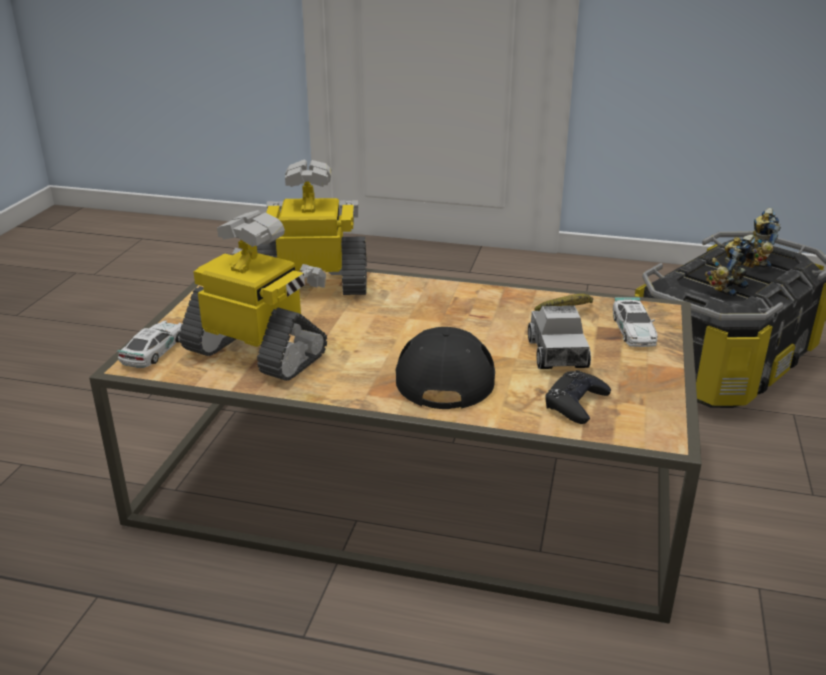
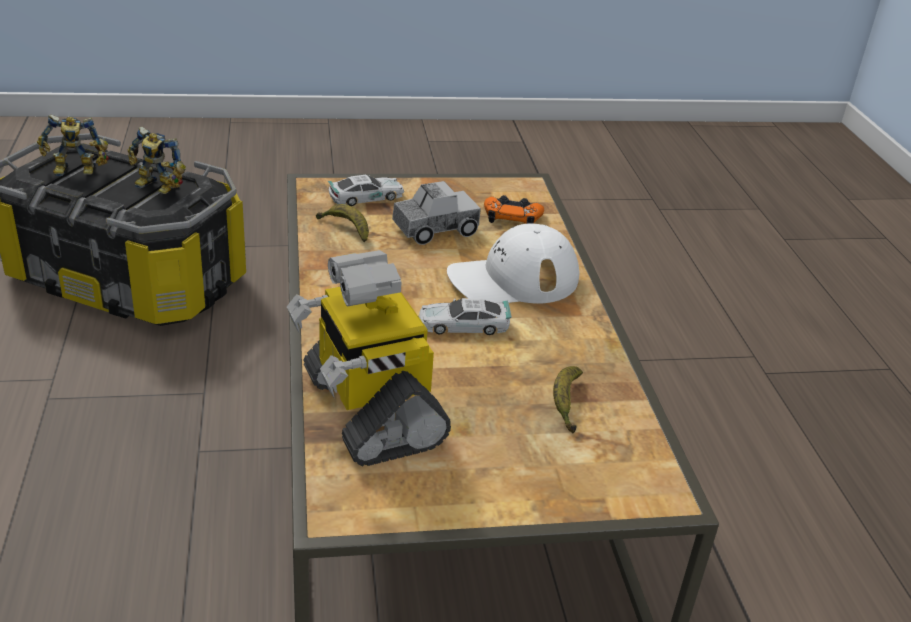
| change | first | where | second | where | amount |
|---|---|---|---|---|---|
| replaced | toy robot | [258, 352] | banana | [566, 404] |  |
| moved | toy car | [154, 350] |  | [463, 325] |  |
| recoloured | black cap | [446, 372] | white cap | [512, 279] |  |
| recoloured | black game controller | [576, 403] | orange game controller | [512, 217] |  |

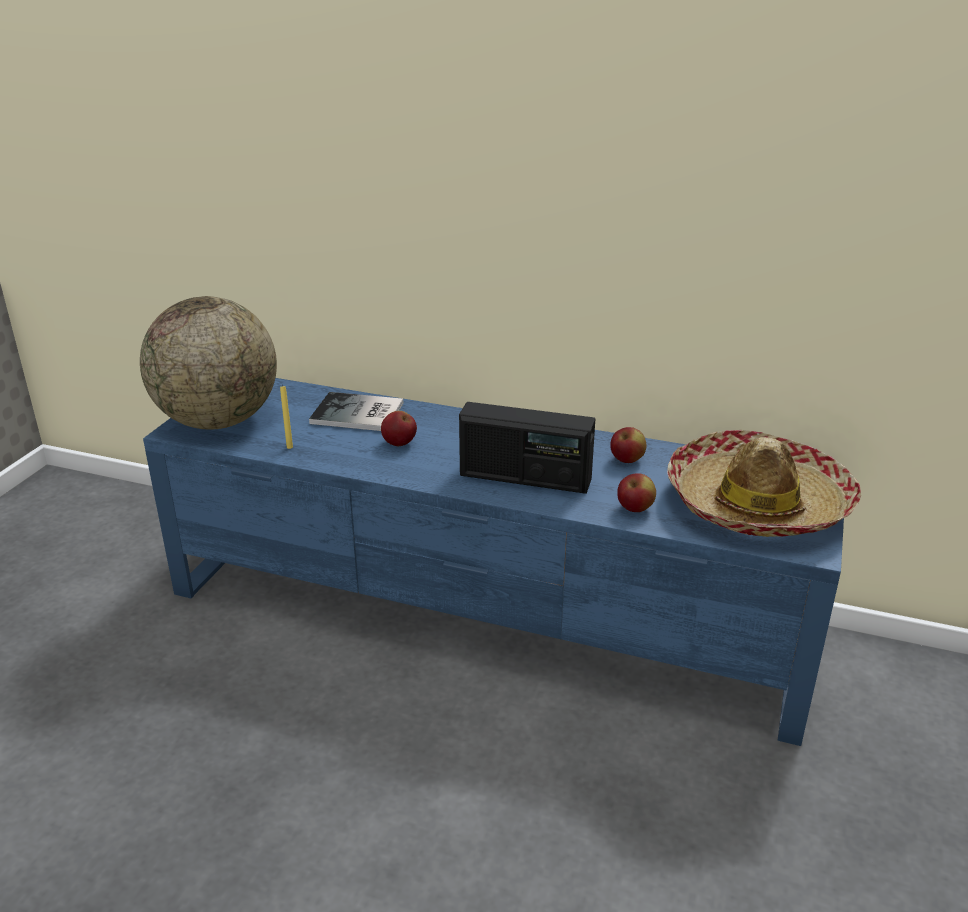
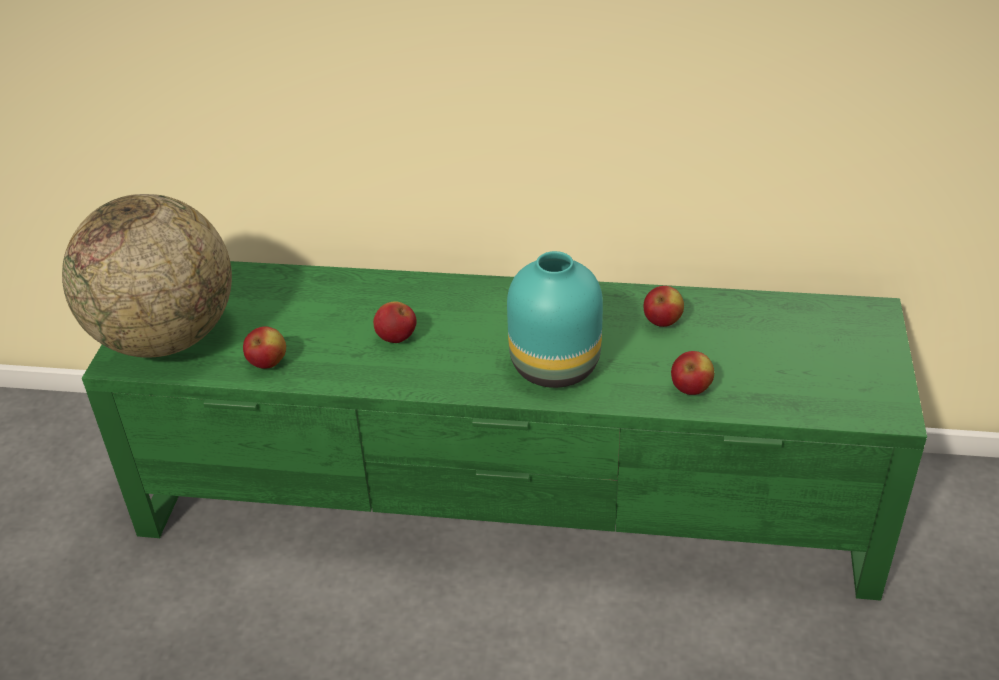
| change | first | where | second | where | amount |
|---|---|---|---|---|---|
| recoloured | blue tv stand | [487, 614] | green tv stand | [510, 498] |  |
| replaced | yellow candle | [289, 447] | apple | [268, 363] |  |
| removed | book | [359, 414] |  |  |  |
| replaced | radio | [525, 478] | turquoise vase | [556, 365] |  |
| removed | hat | [758, 504] |  |  |  |

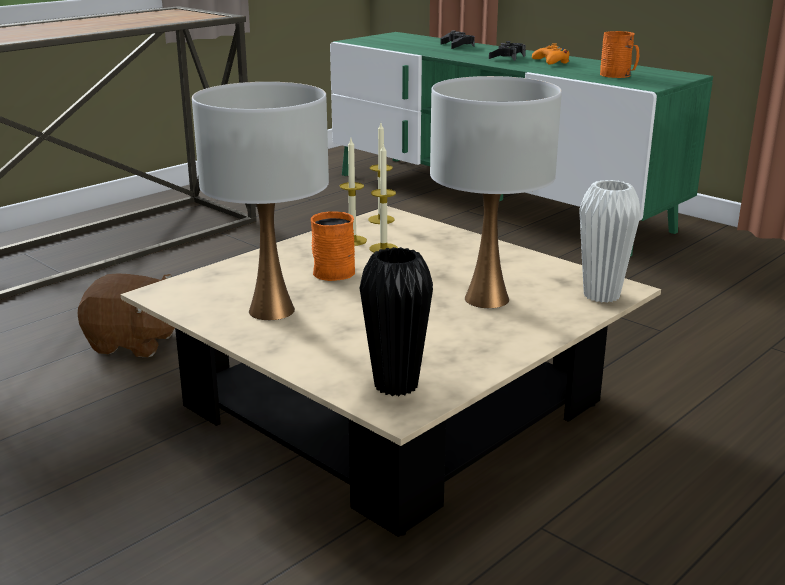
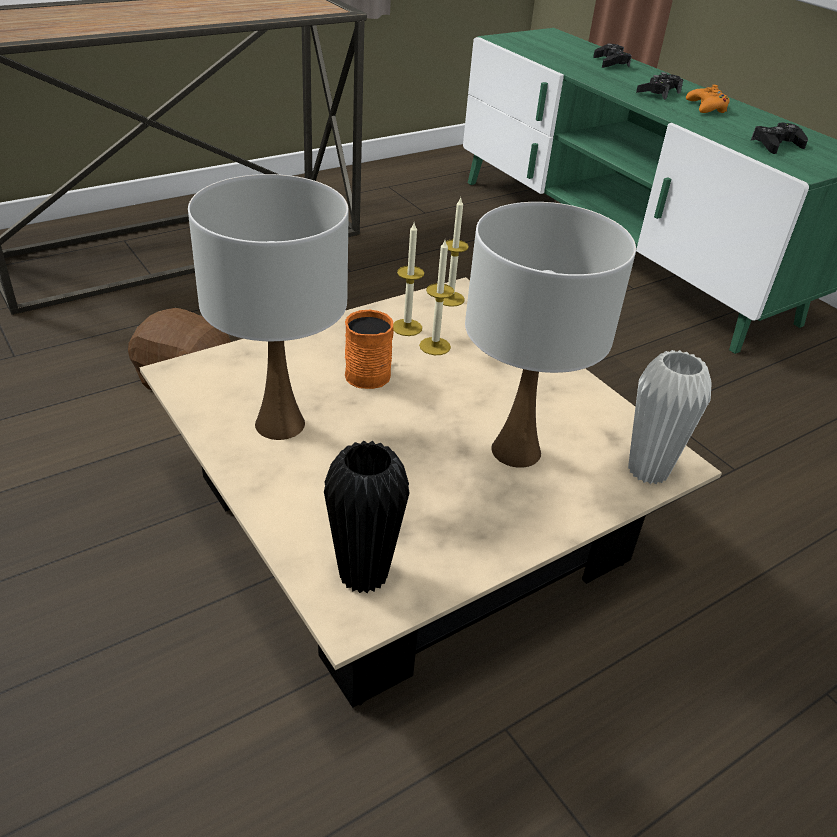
| change | first | where | second | where | amount |
|---|---|---|---|---|---|
| replaced | orange mug | [619, 75] | black game controller | [776, 145] |  |

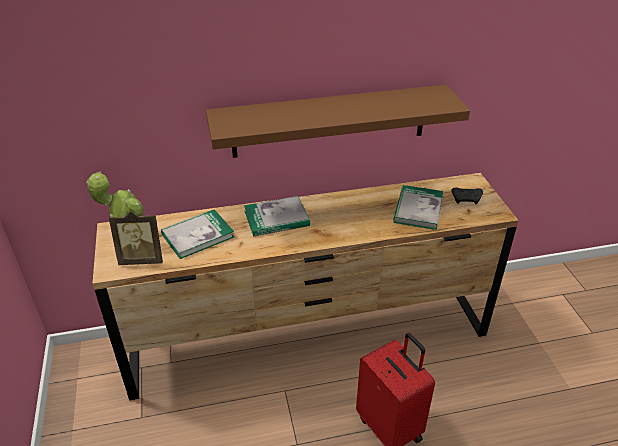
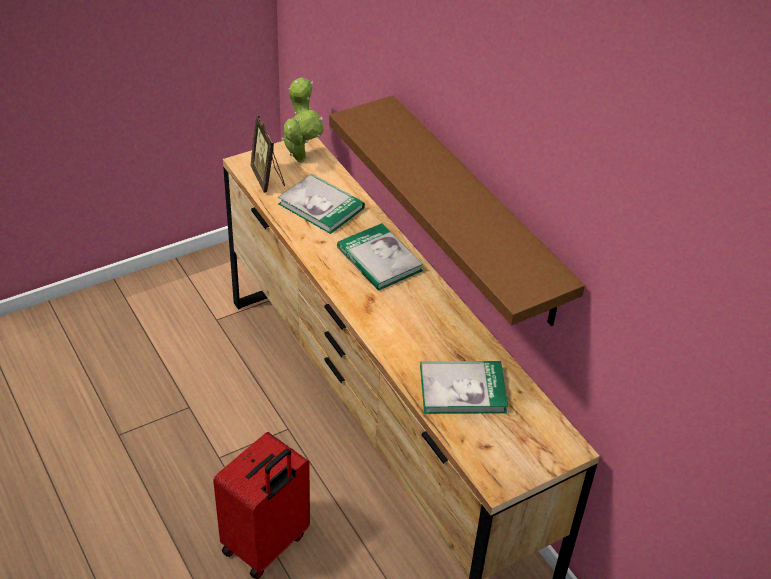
| change | first | where | second | where | amount |
|---|---|---|---|---|---|
| removed | black game controller | [466, 199] |  |  |  |

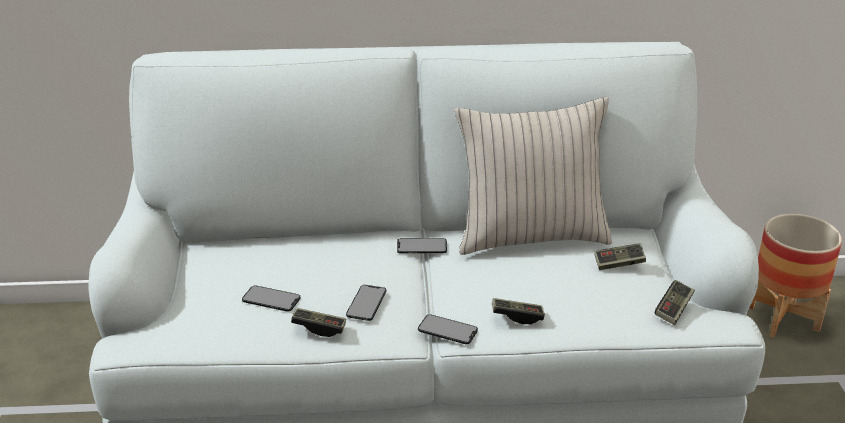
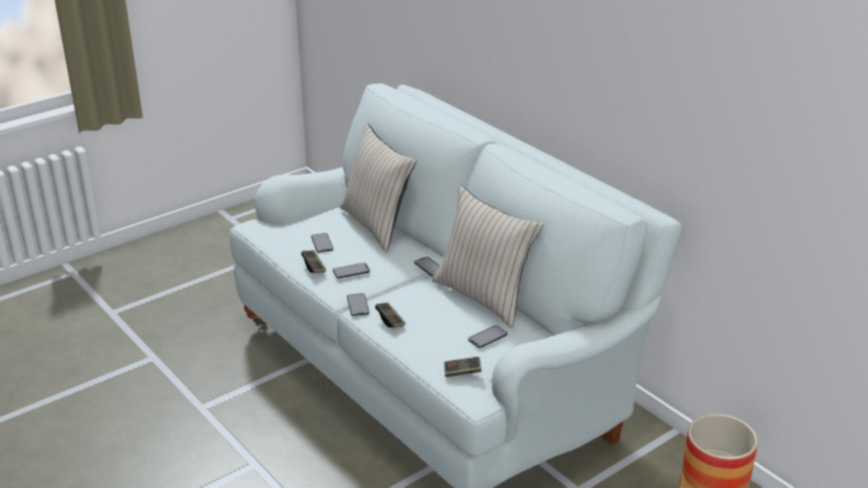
| change | first | where | second | where | amount |
|---|---|---|---|---|---|
| replaced | game controller | [619, 264] | phone | [487, 337] |  |
| added |  |  | beige pillow | [377, 225] |  |

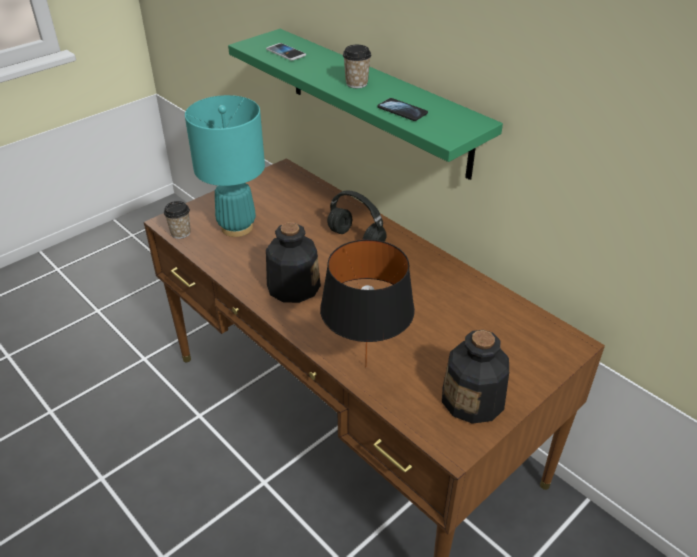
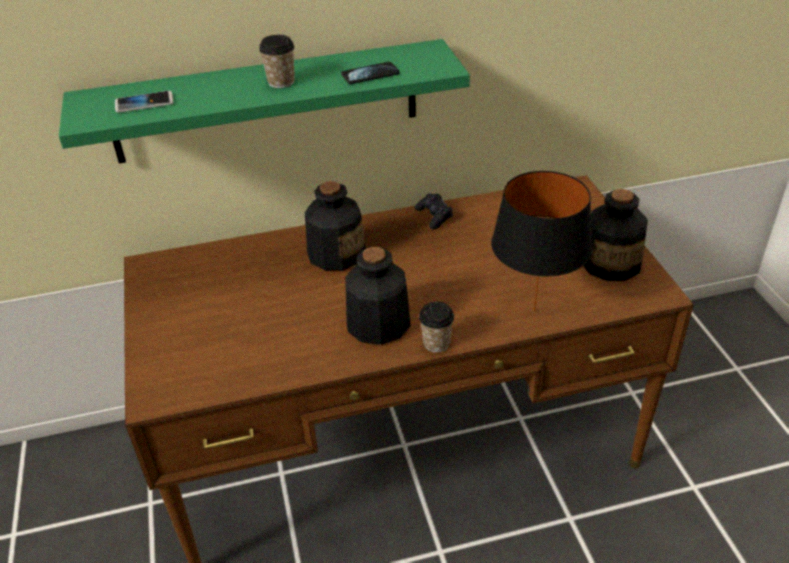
| change | first | where | second | where | amount |
|---|---|---|---|---|---|
| removed | turquoise table lamp | [237, 227] |  |  |  |
| replaced | black headphones | [357, 239] | bottle | [336, 253] |  |
| moved | cup | [180, 233] |  | [436, 343] |  |
| added |  |  | black game controller | [434, 216] |  |

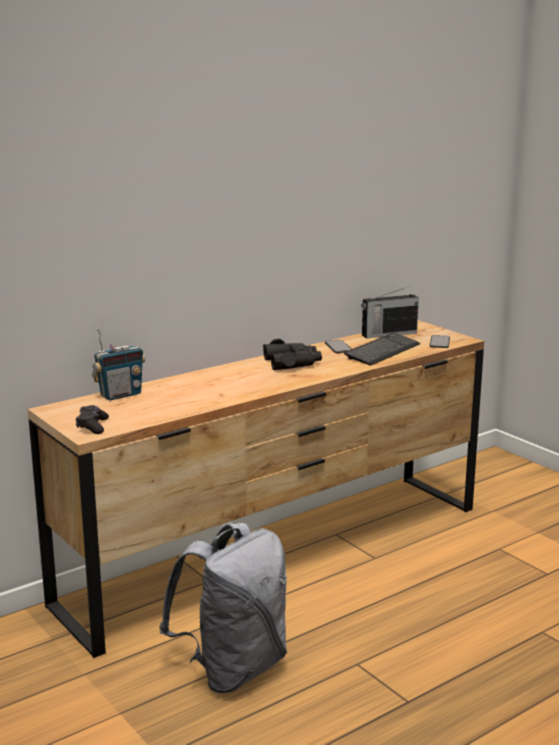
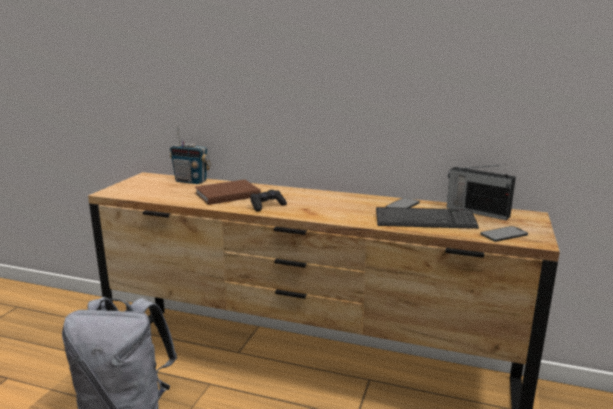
| change | first | where | second | where | amount |
|---|---|---|---|---|---|
| removed | black binoculars | [292, 362] |  |  |  |
| moved | black game controller | [92, 426] |  | [267, 206] |  |
| added |  |  | brown book | [225, 194] |  |

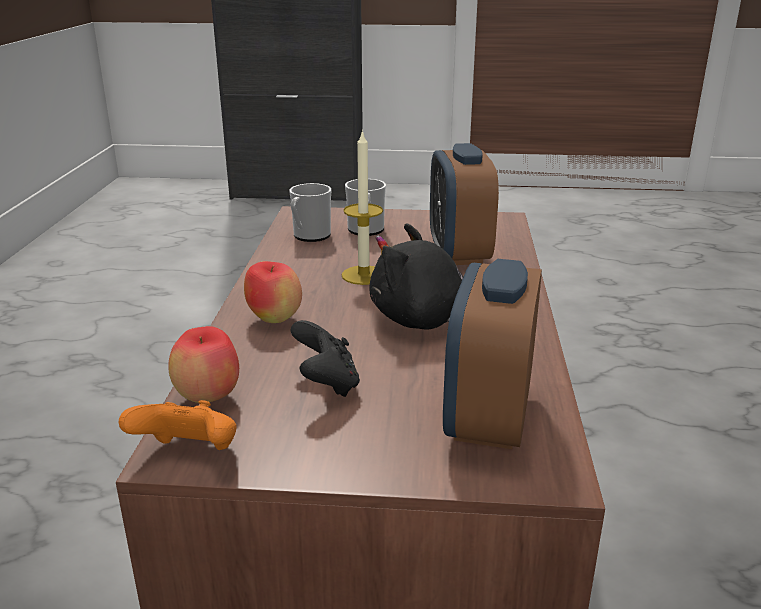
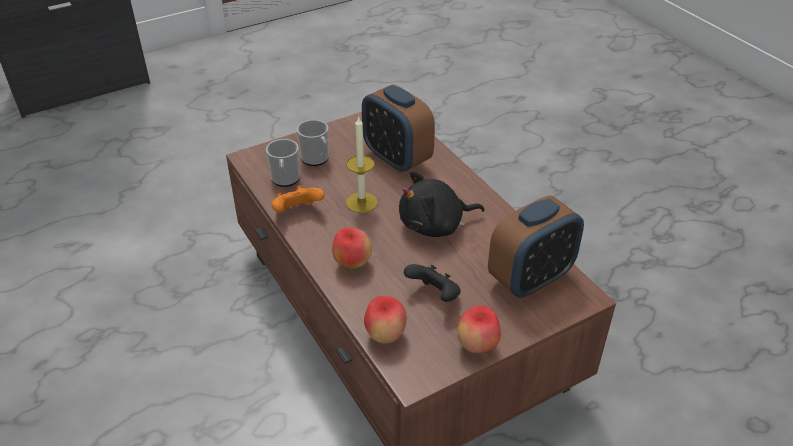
| change | first | where | second | where | amount |
|---|---|---|---|---|---|
| turned | alarm clock | [488, 419] |  | [530, 279] | 105 degrees counterclockwise |
| moved | orange game controller | [189, 454] |  | [297, 212] |  |
| added |  |  | apple | [477, 346] |  |

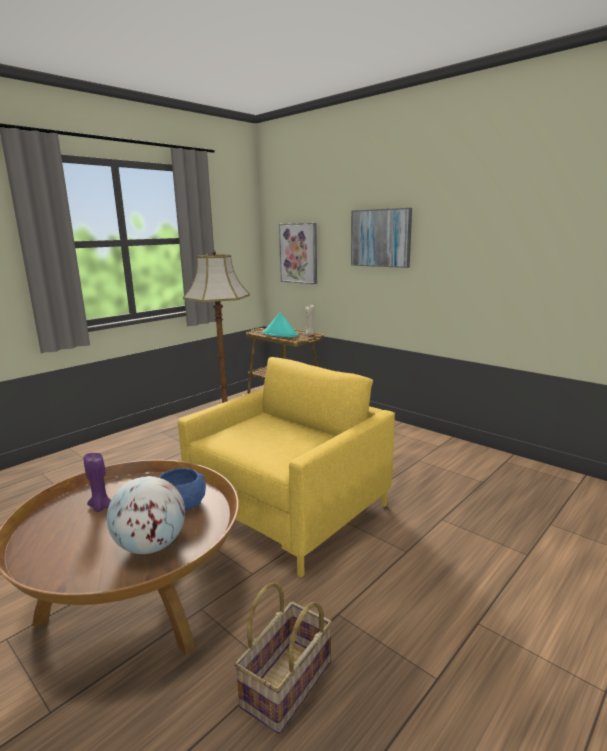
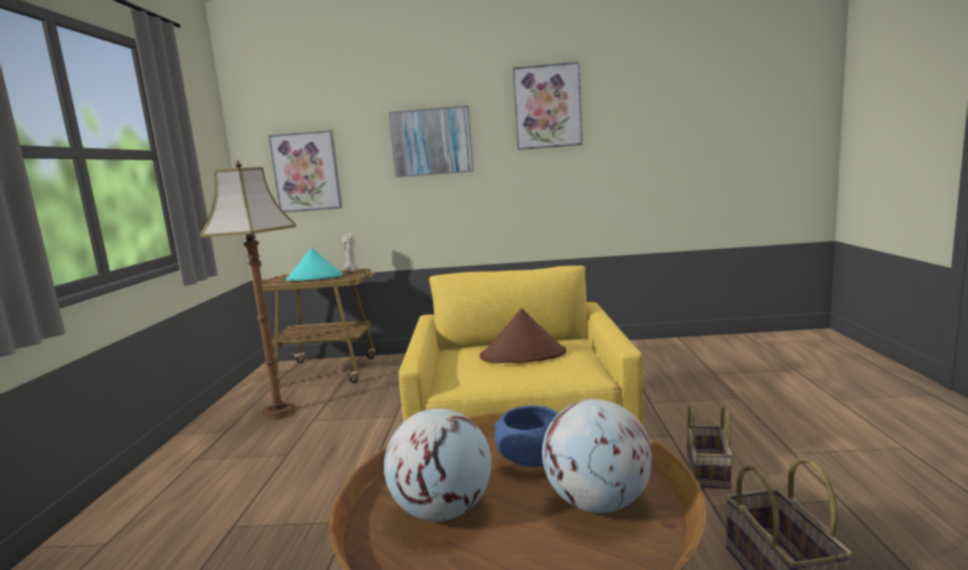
| change | first | where | second | where | amount |
|---|---|---|---|---|---|
| replaced | purple candle | [100, 507] | globe | [442, 511] |  |
| added |  |  | picture | [547, 107] |  |
| added |  |  | brown hat | [523, 355] |  |
| added |  |  | basket | [709, 472] |  |

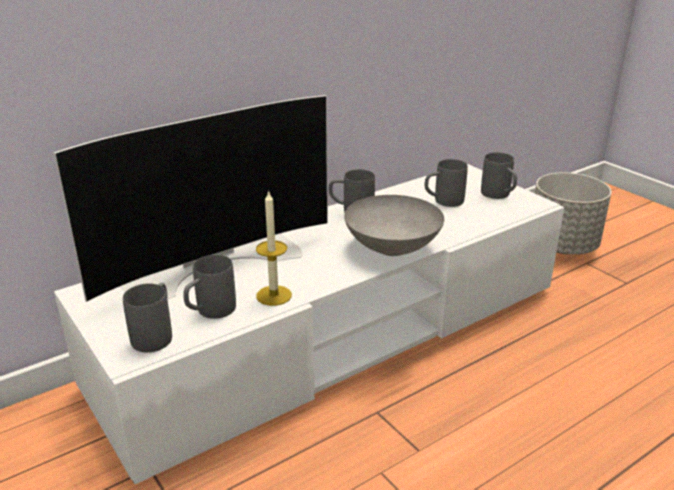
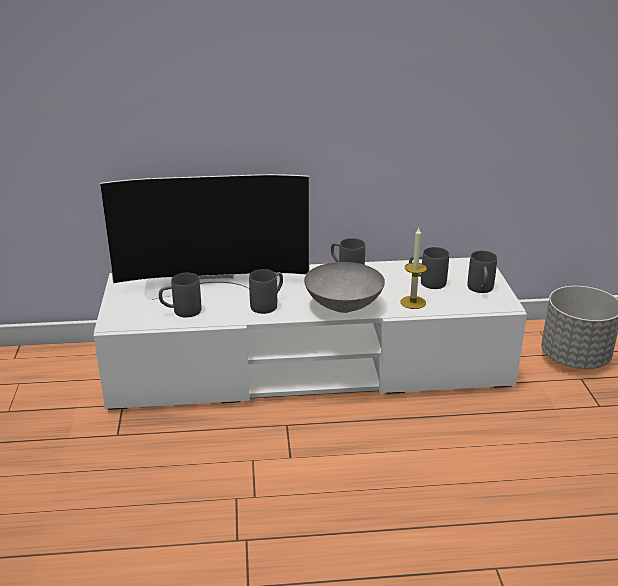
| change | first | where | second | where | amount |
|---|---|---|---|---|---|
| moved | candle | [274, 295] |  | [413, 302] |  |
| moved | grey mug | [156, 334] |  | [268, 304] |  |

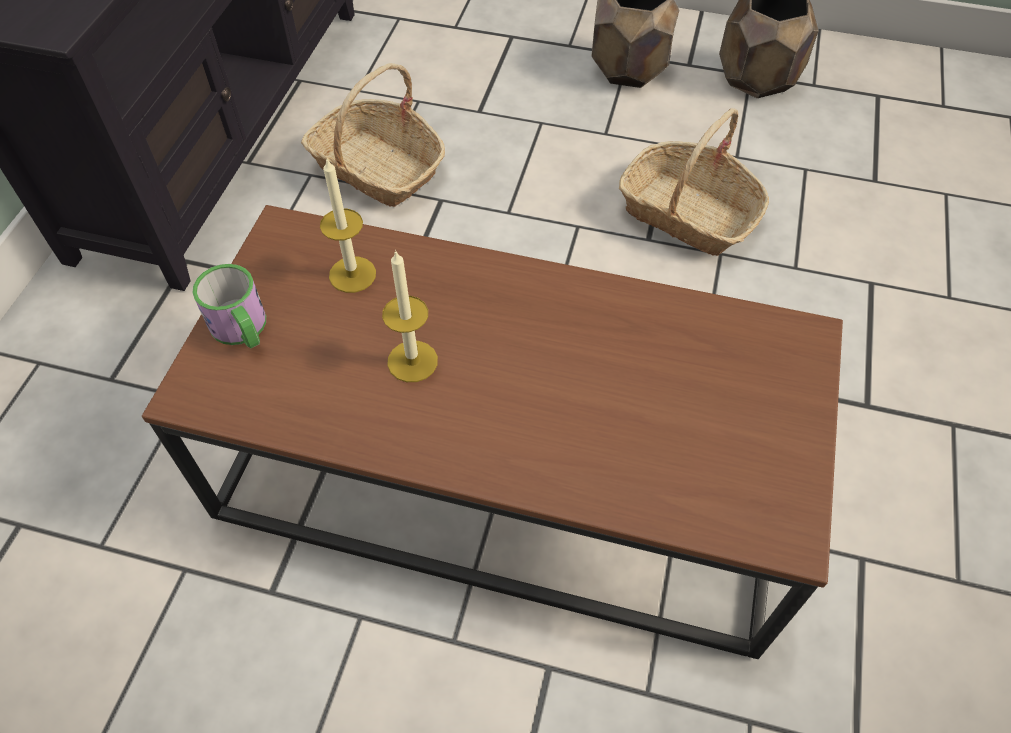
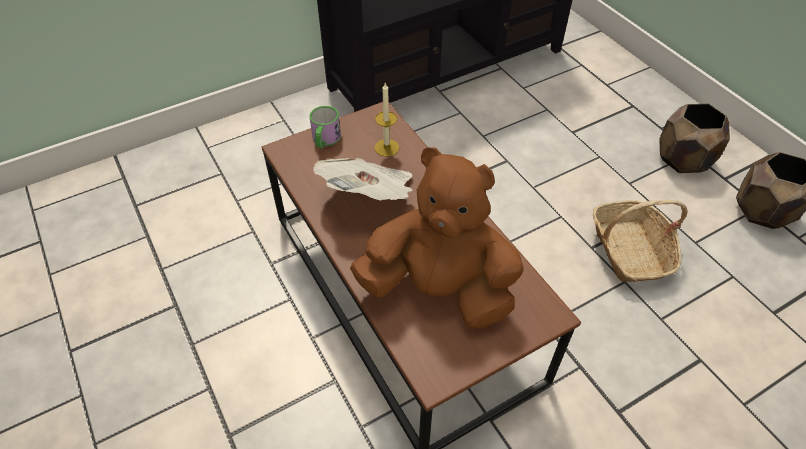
| change | first | where | second | where | amount |
|---|---|---|---|---|---|
| removed | basket | [378, 168] |  |  |  |
| replaced | candle | [412, 361] | newspaper | [370, 195] |  |
| added |  |  | brown plush toy | [439, 289] |  |

